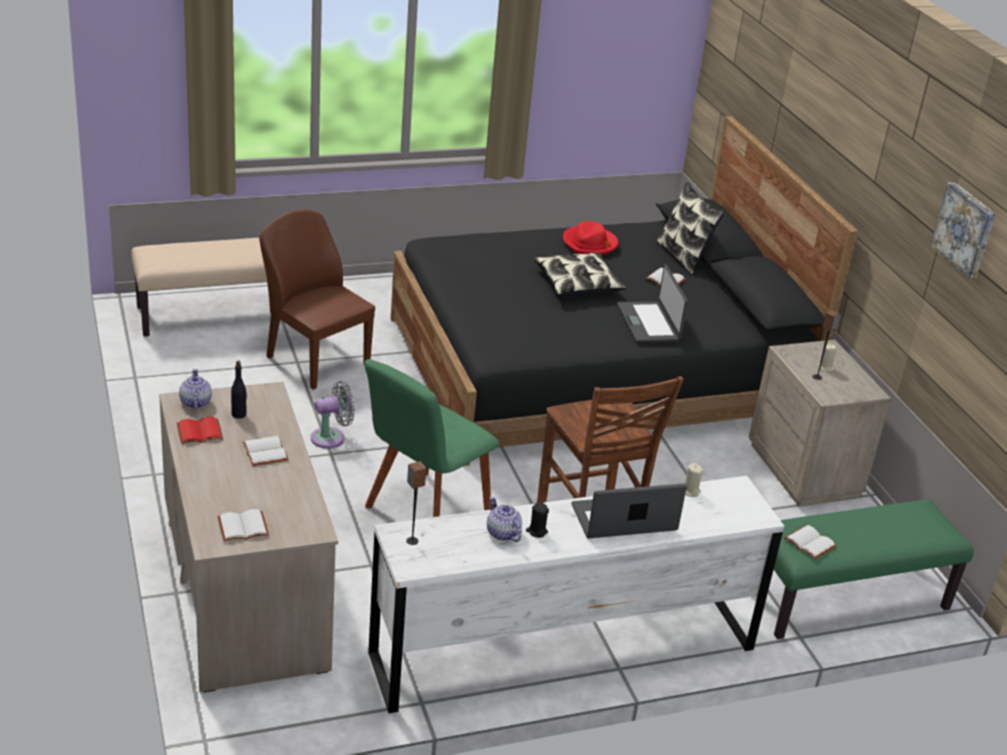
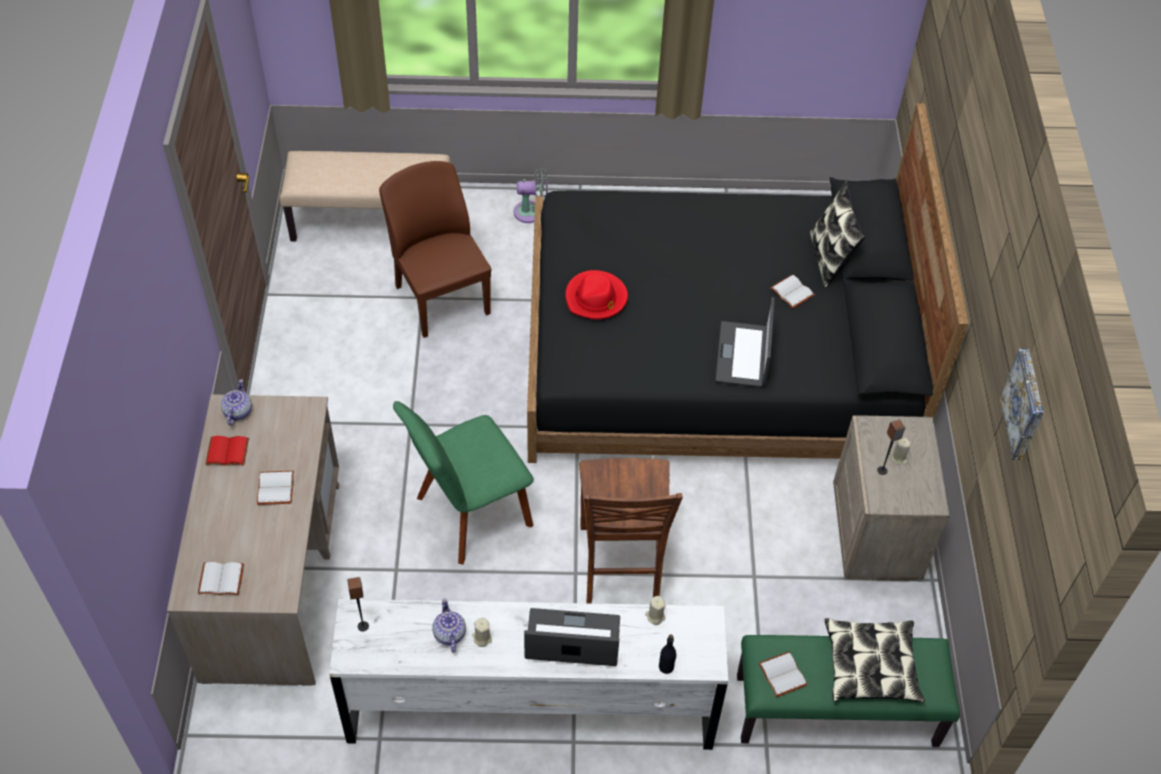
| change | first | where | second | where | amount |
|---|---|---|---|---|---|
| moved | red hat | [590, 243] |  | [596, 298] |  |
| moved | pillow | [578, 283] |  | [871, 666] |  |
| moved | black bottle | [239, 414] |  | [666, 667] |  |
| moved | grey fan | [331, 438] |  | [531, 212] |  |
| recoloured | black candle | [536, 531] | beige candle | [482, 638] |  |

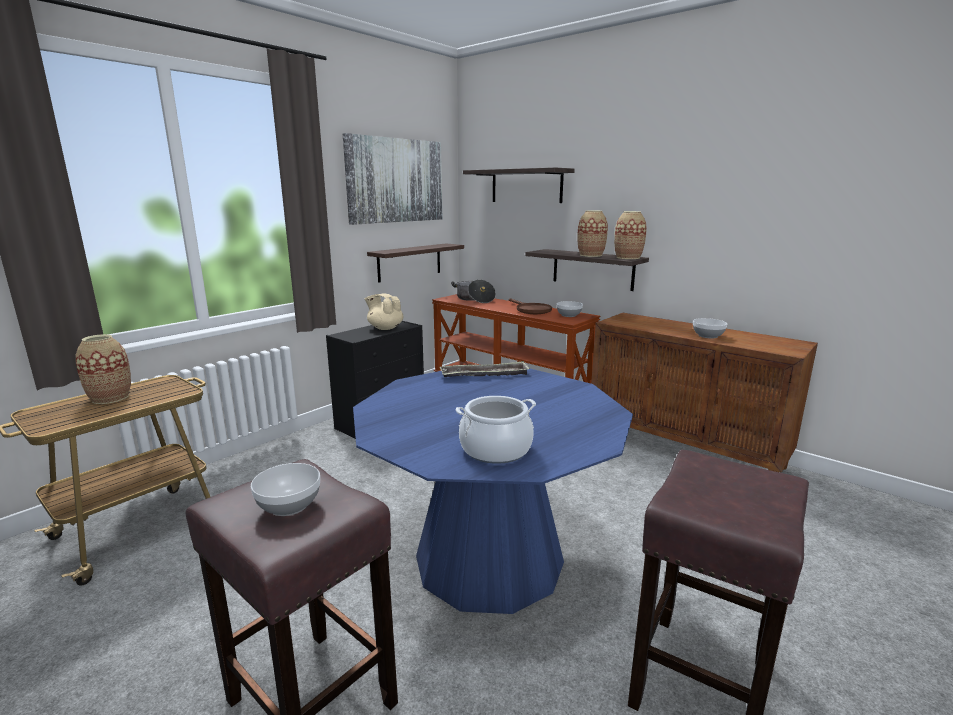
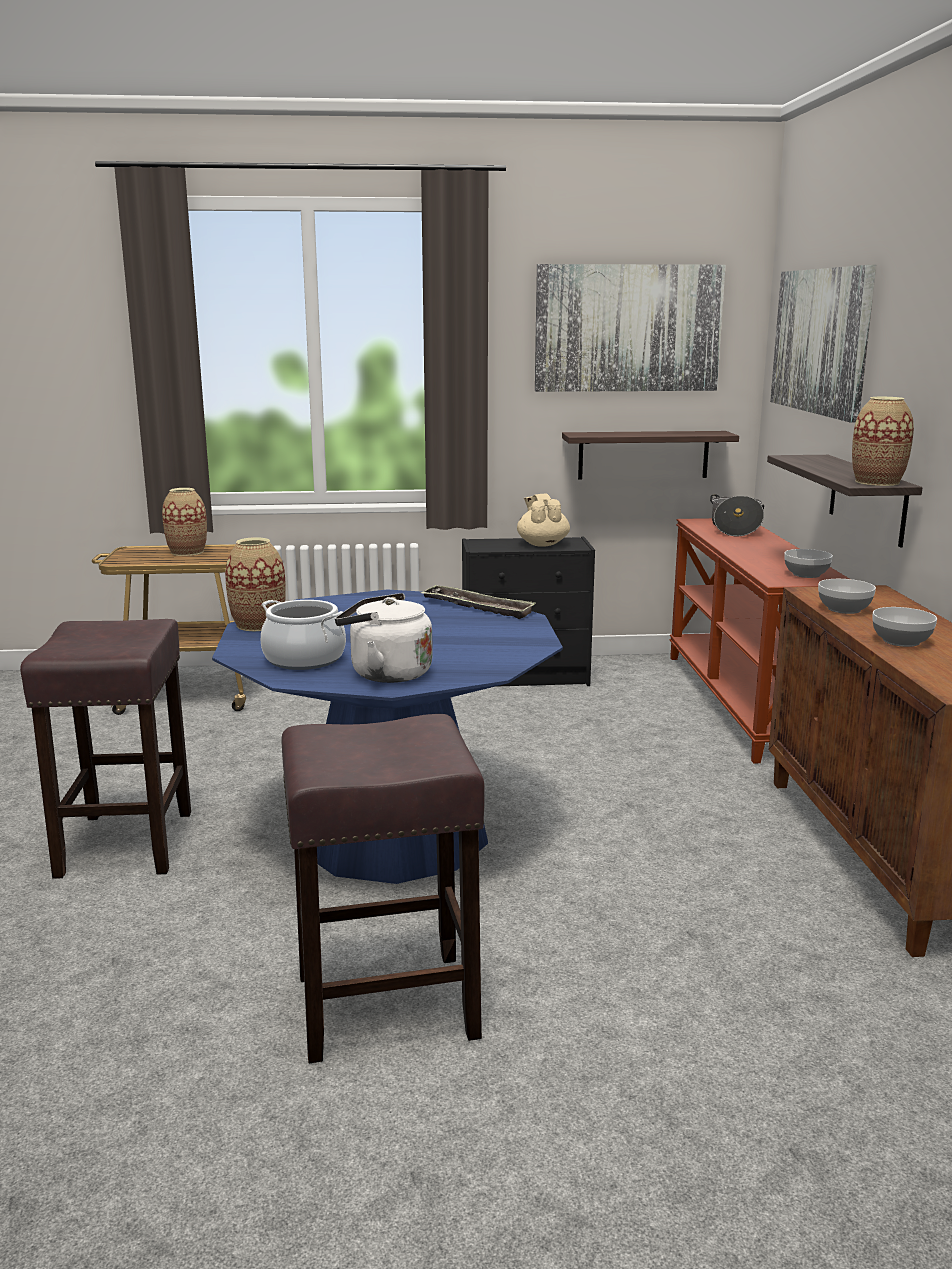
| change | first | where | second | where | amount |
|---|---|---|---|---|---|
| replaced | shelf | [526, 186] | picture | [821, 341] |  |
| moved | vase | [591, 255] |  | [258, 625] |  |
| removed | brown frying pan | [530, 310] |  |  |  |
| moved | bowl | [289, 505] |  | [844, 609] |  |
| added |  |  | white kettle | [385, 673] |  |

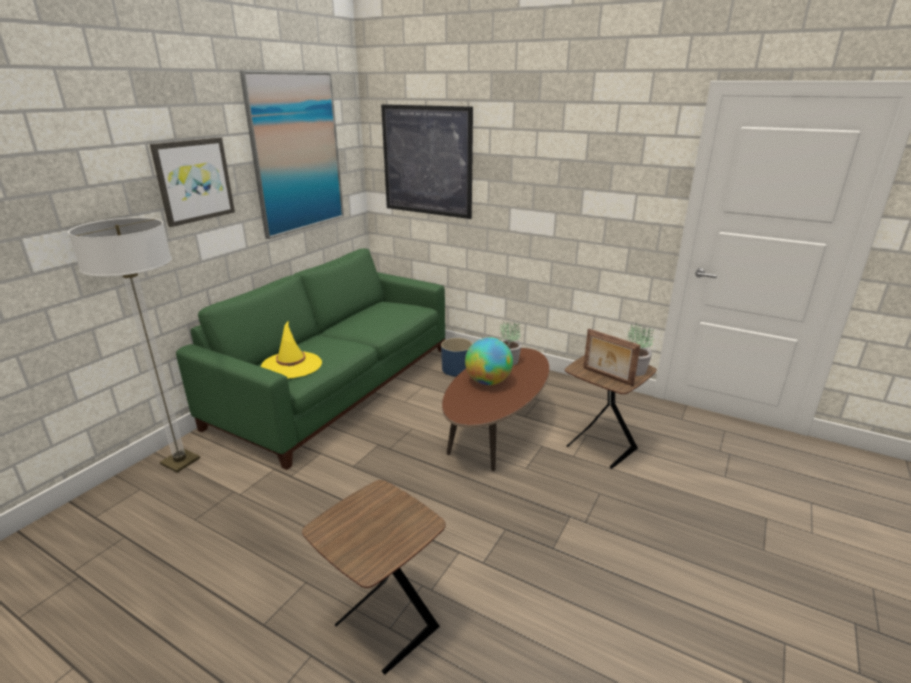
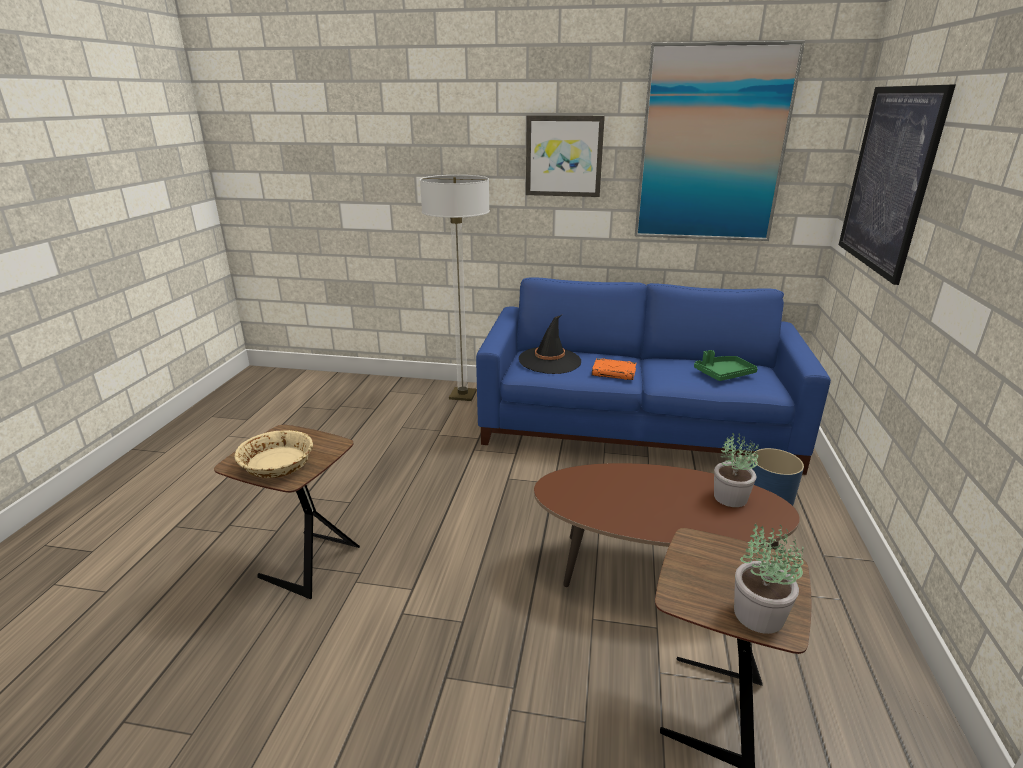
| change | first | where | second | where | amount |
|---|---|---|---|---|---|
| recoloured | green sofa | [338, 385] | blue sofa | [636, 425] |  |
| recoloured | yellow hat | [292, 365] | black hat | [550, 361] |  |
| removed | picture frame | [607, 377] |  |  |  |
| removed | globe | [488, 382] |  |  |  |
| added |  |  | green tray | [723, 374] |  |
| added |  |  | orange book | [614, 372] |  |
| added |  |  | beige bowl | [278, 465] |  |

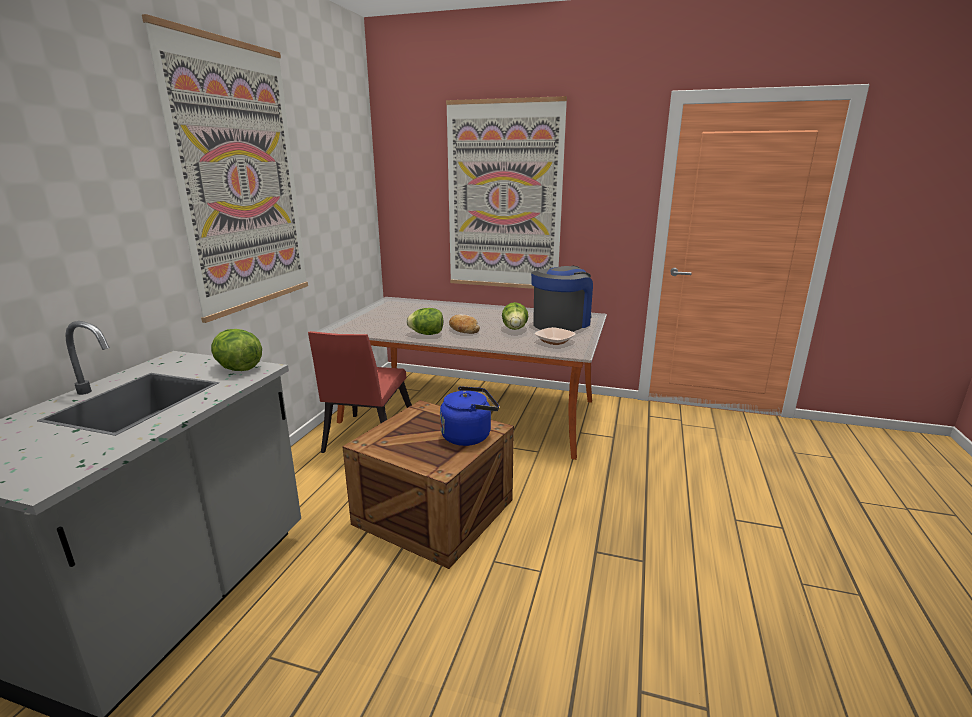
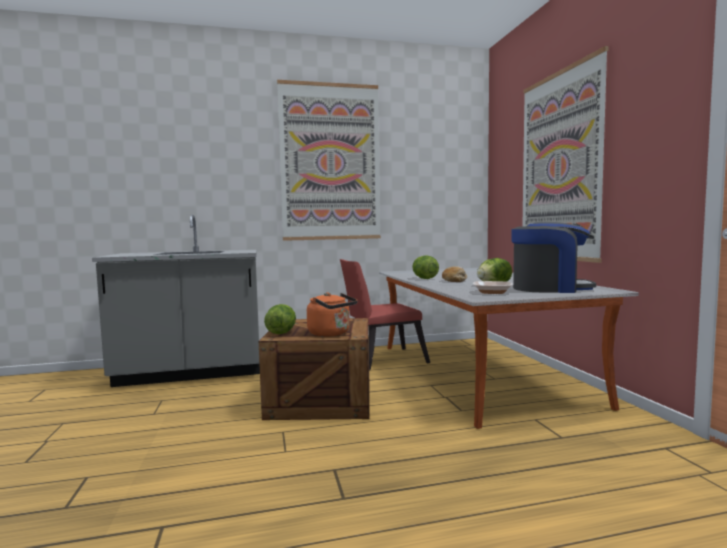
| change | first | where | second | where | amount |
|---|---|---|---|---|---|
| moved | lettuce | [238, 368] |  | [281, 333] |  |
| recoloured | blue kettle | [469, 436] | orange kettle | [331, 334] |  |

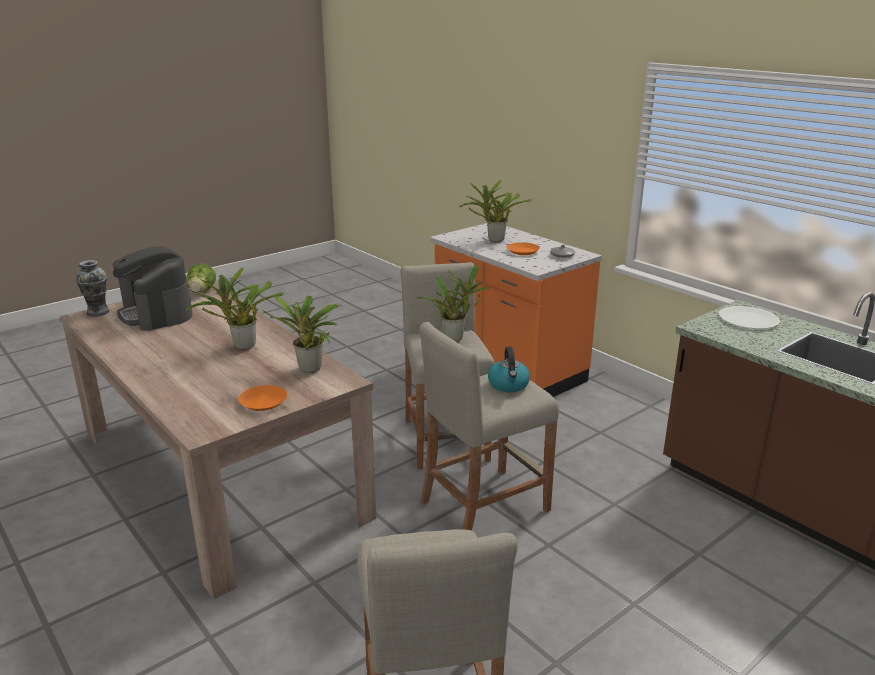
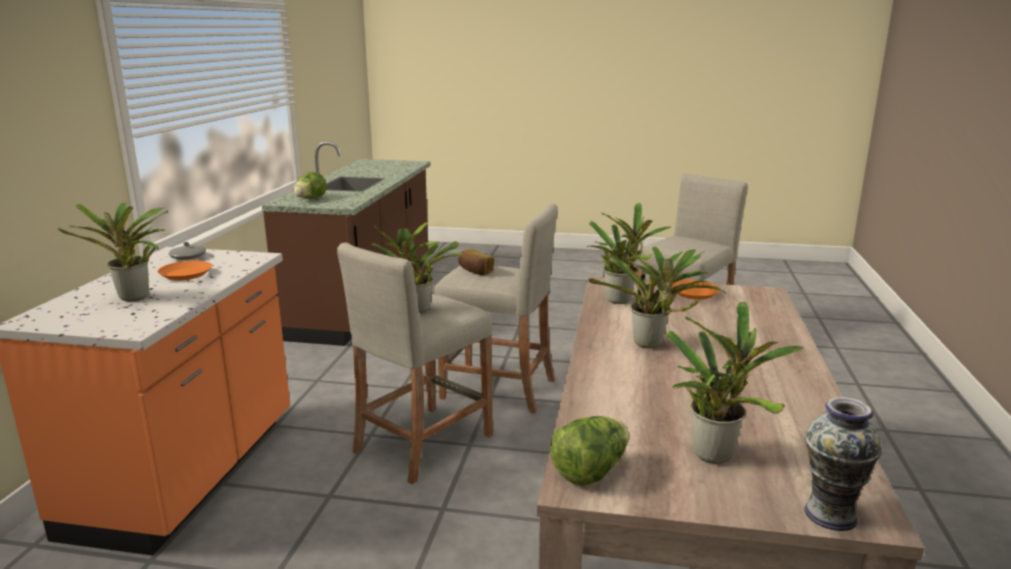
| change | first | where | second | where | amount |
|---|---|---|---|---|---|
| replaced | coffee machine | [156, 313] | potted plant | [715, 452] |  |
| replaced | white plate | [748, 320] | lettuce | [310, 199] |  |
| replaced | kettle | [509, 385] | bread | [475, 271] |  |

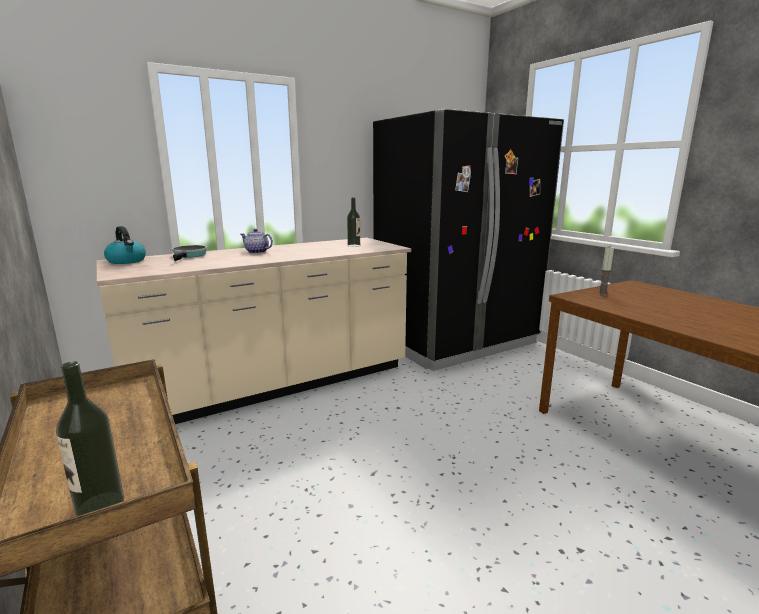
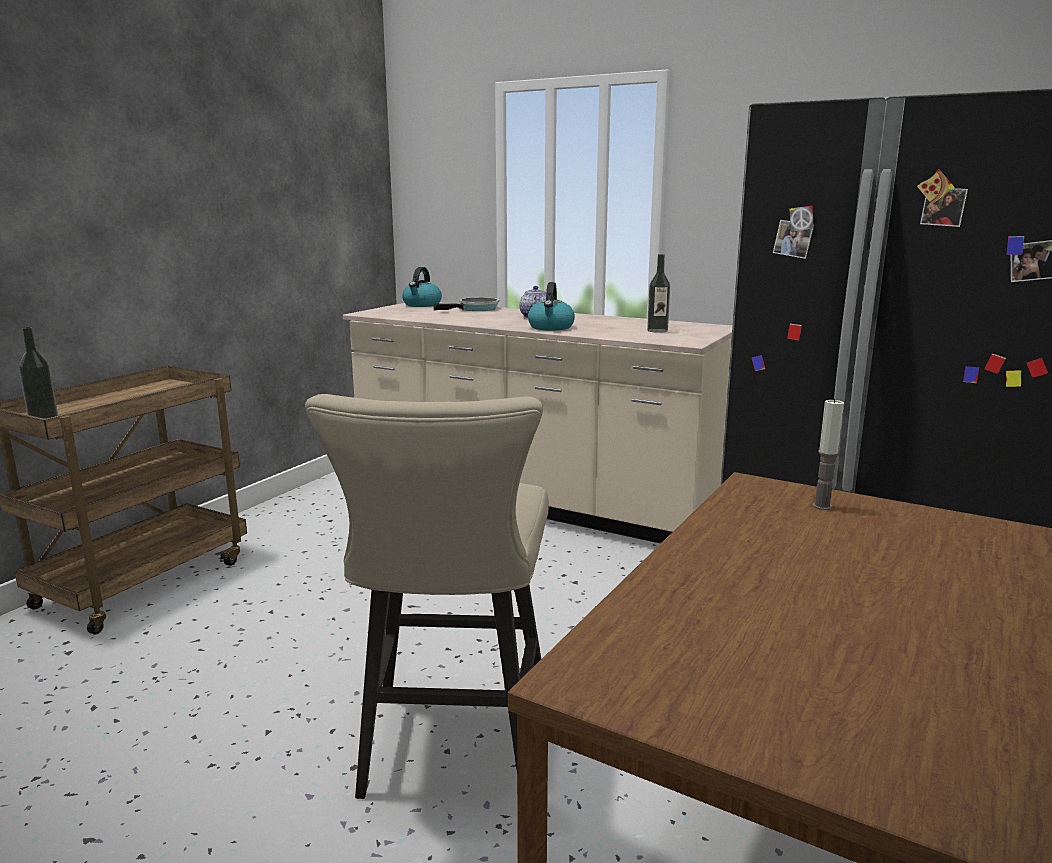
| change | first | where | second | where | amount |
|---|---|---|---|---|---|
| added |  |  | kettle | [551, 327] |  |
| added |  |  | beige stool | [452, 754] |  |

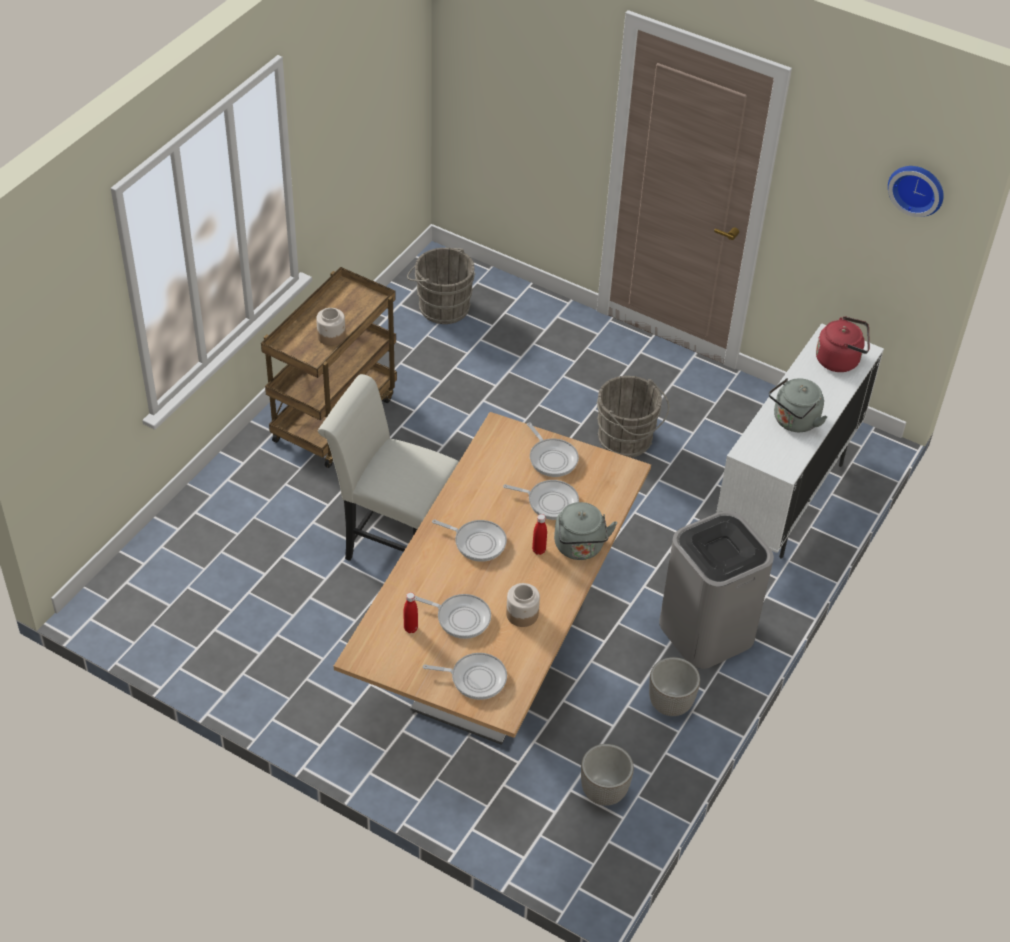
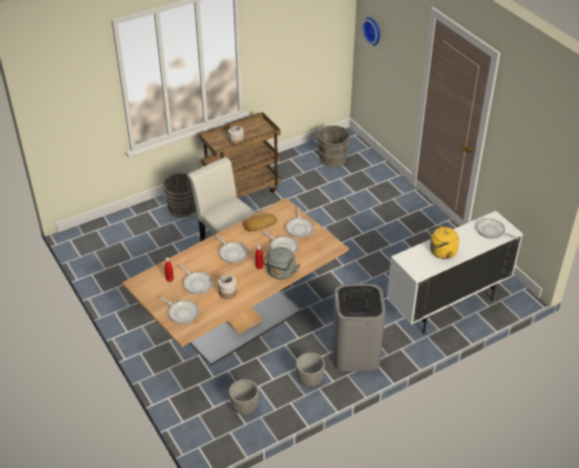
| change | first | where | second | where | amount |
|---|---|---|---|---|---|
| moved | wall clock | [917, 188] |  | [373, 30] |  |
| replaced | red kettle | [840, 360] | frying pan | [492, 231] |  |
| moved | grey bucket | [627, 440] |  | [183, 209] |  |
| recoloured | grey kettle | [794, 422] | yellow kettle | [441, 252] |  |
| added |  |  | bread | [259, 224] |  |

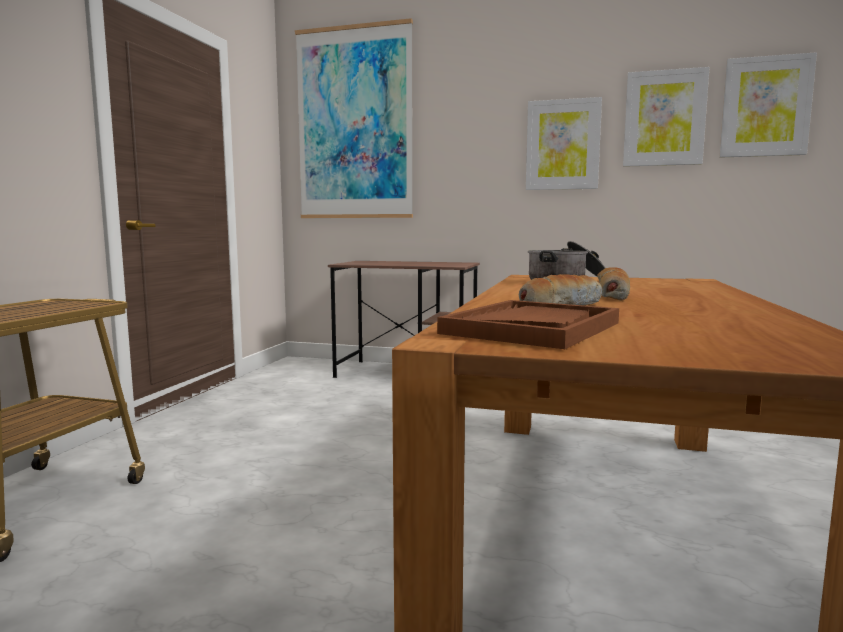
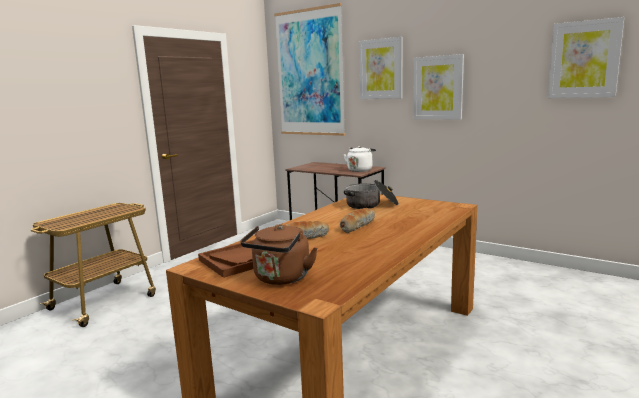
| change | first | where | second | where | amount |
|---|---|---|---|---|---|
| moved | picture | [664, 118] |  | [381, 69] |  |
| added |  |  | white kettle | [360, 170] |  |
| added |  |  | brown kettle | [280, 279] |  |

